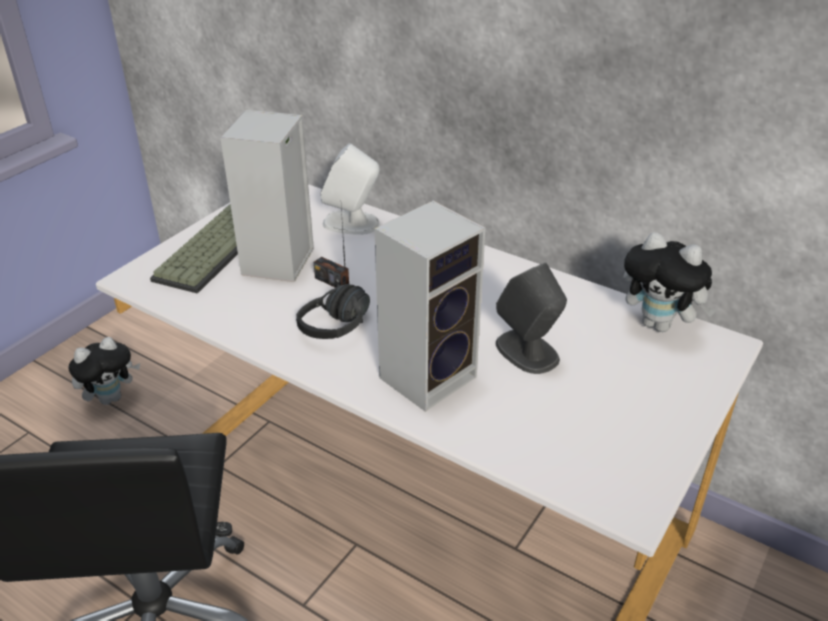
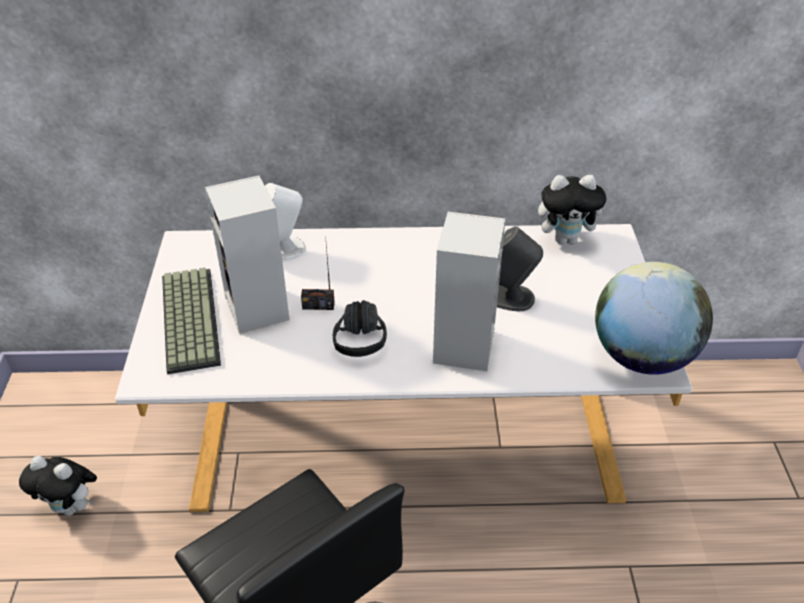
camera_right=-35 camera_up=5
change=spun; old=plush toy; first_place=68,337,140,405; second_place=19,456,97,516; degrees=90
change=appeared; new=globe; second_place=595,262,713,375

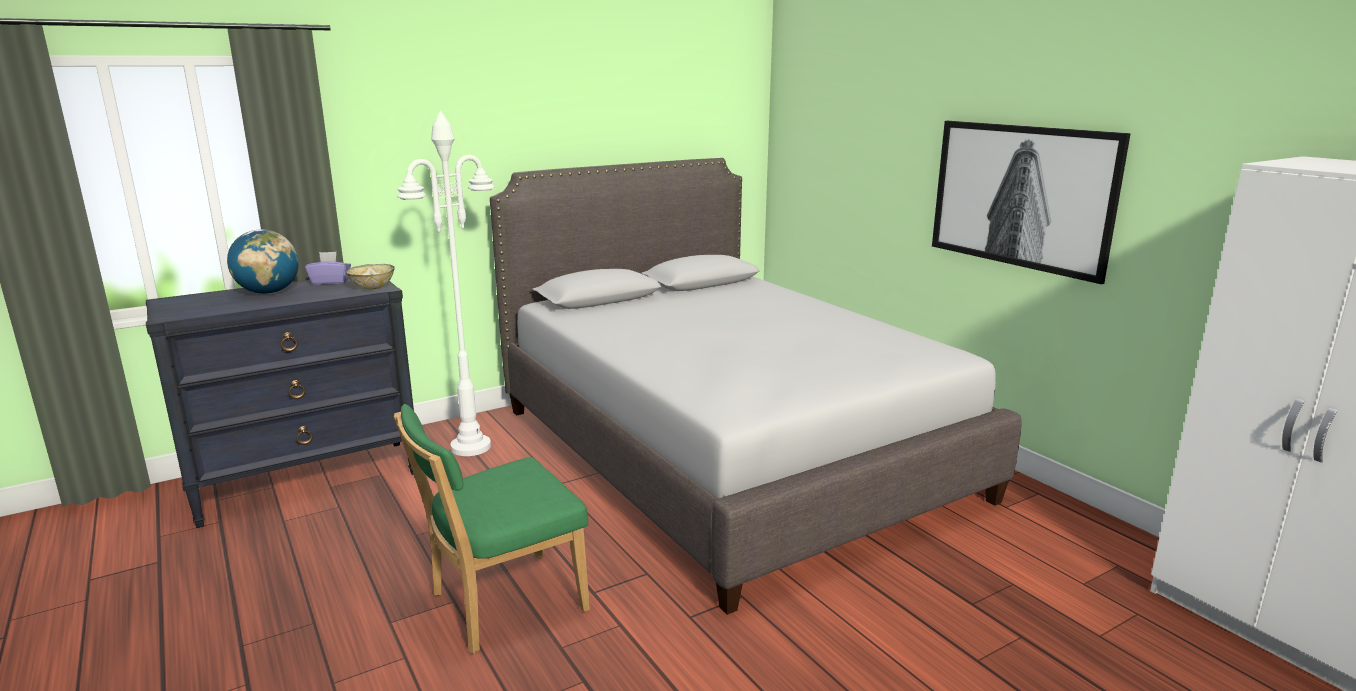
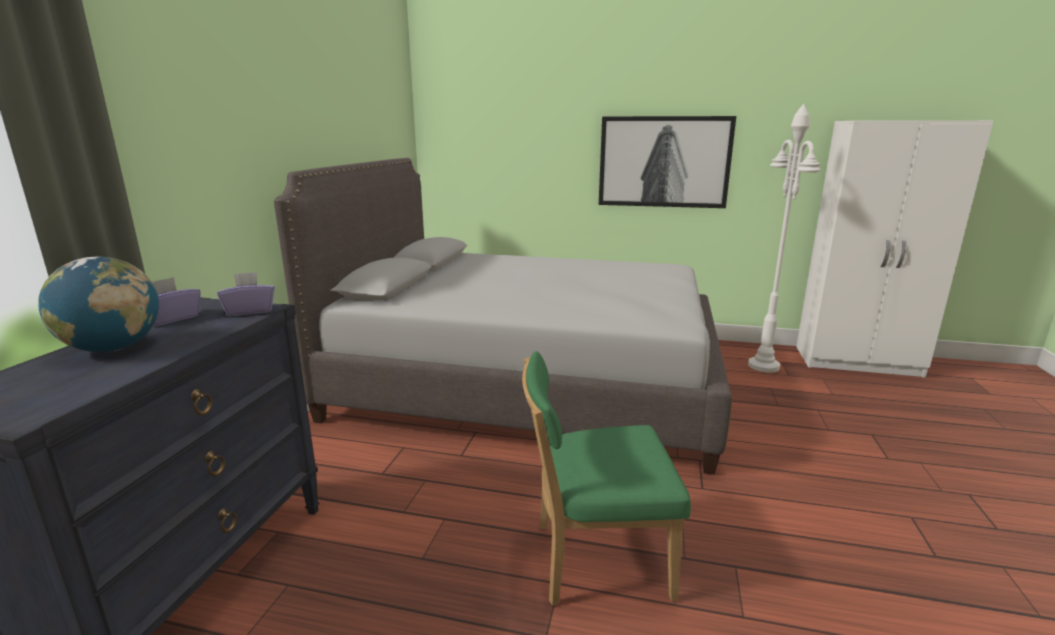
camera_right=-45 camera_up=0
change=relocated; old=floor lamp (white); first_place=397,111,495,456; second_place=748,104,821,373
change=exchanged; old=bowl; new=tissue box (purple); first_place=345,264,395,290; second_place=217,272,275,316
change=spun; old=chair (green); first_place=394,404,590,654; second_place=522,351,691,606; degrees=75

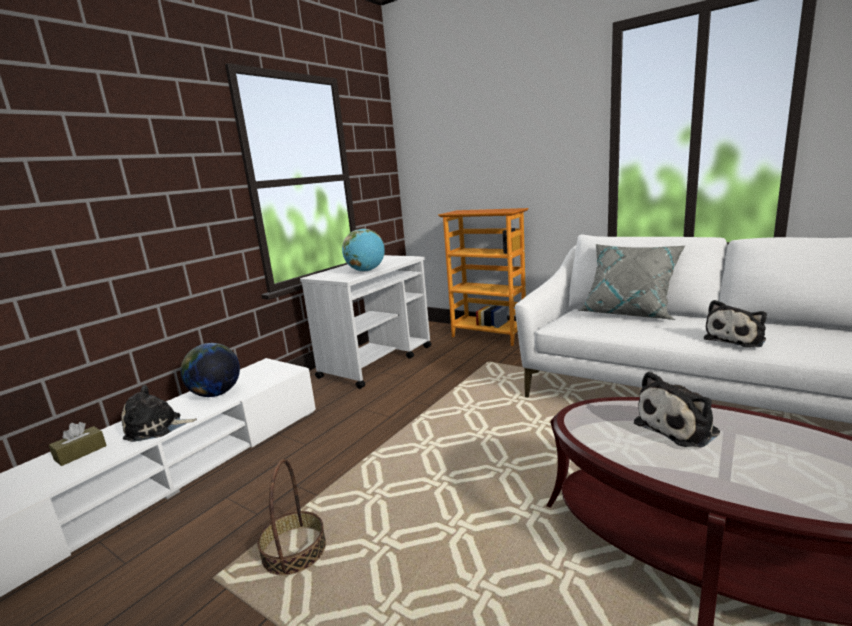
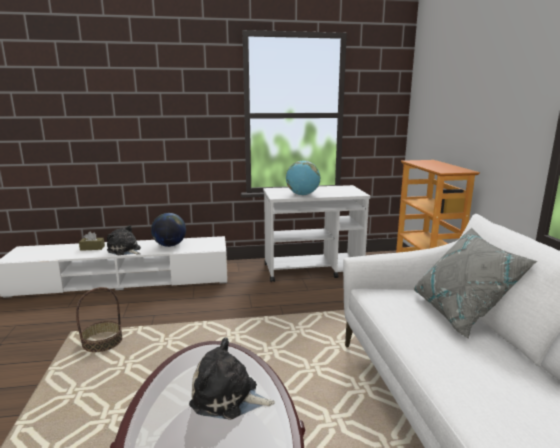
camera_right=45 camera_up=0
change=missing; old=plush toy; first_place=704,300,767,348

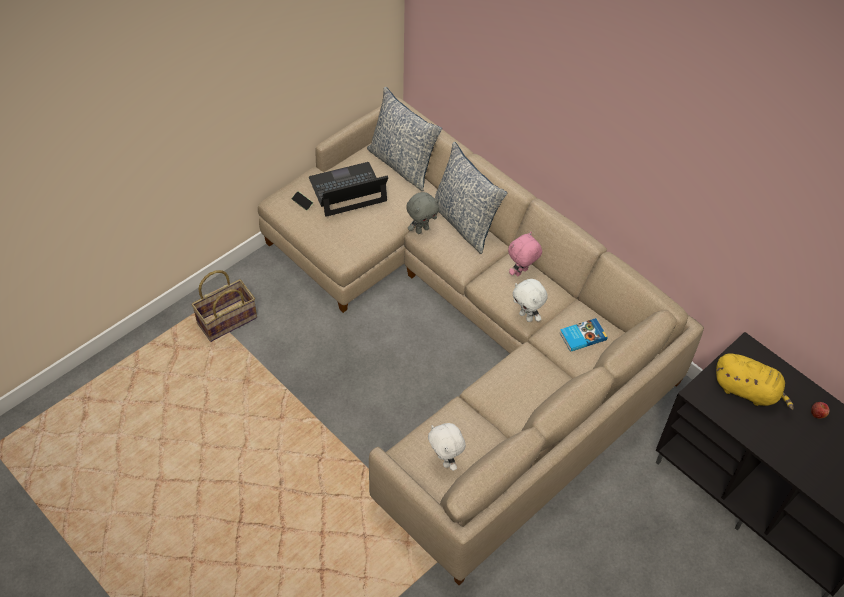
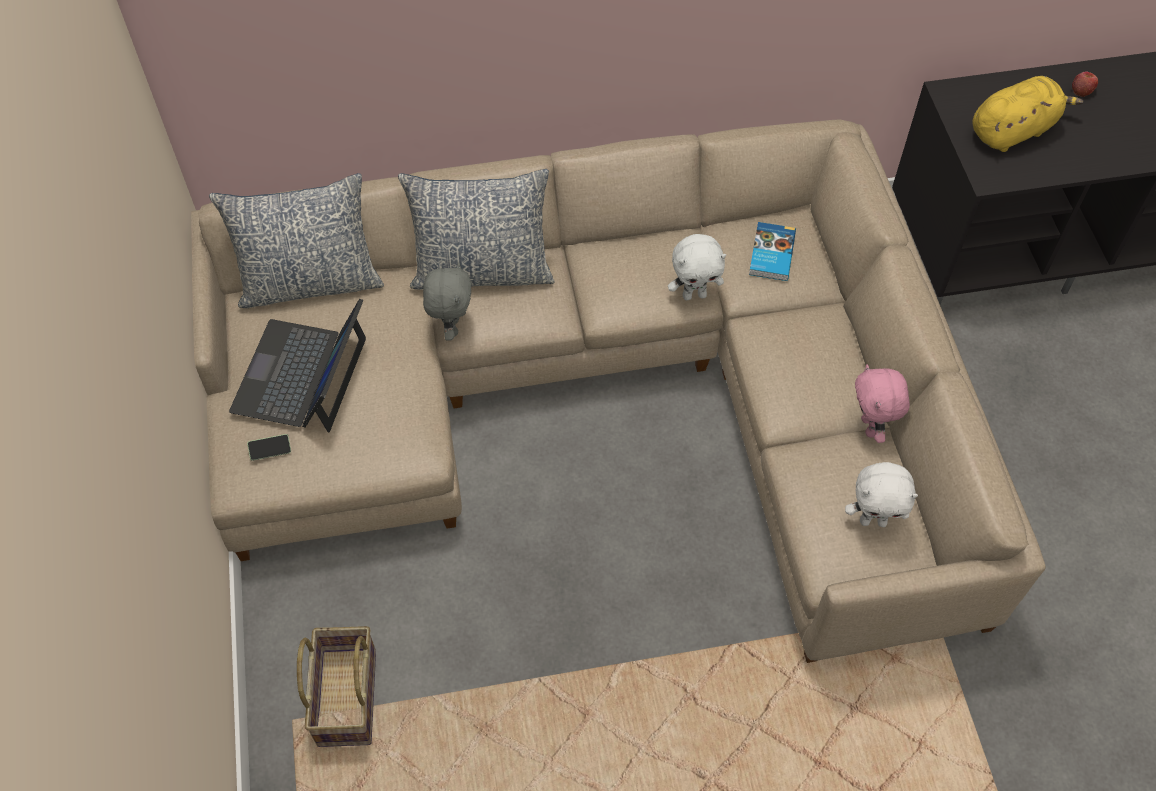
camera_right=-55 camera_up=5
change=relocated; old=plush toy (pink); first_place=508,232,542,276; second_place=855,364,910,443

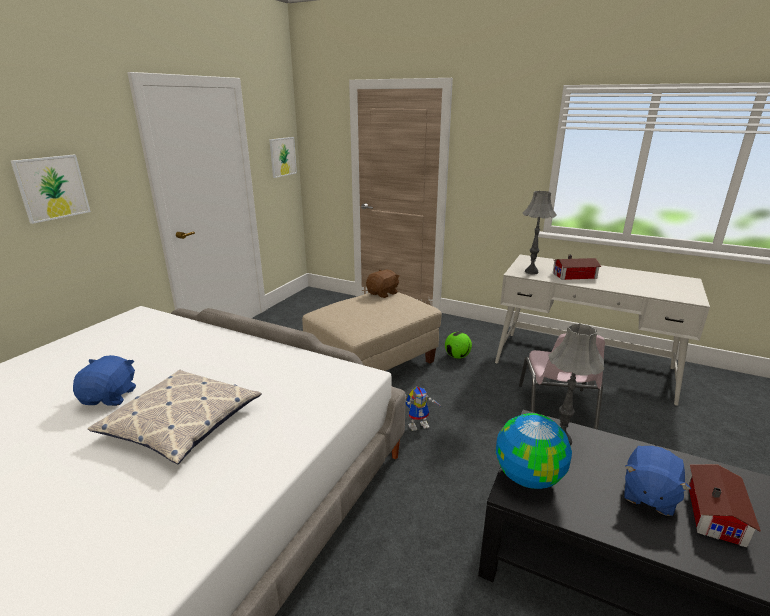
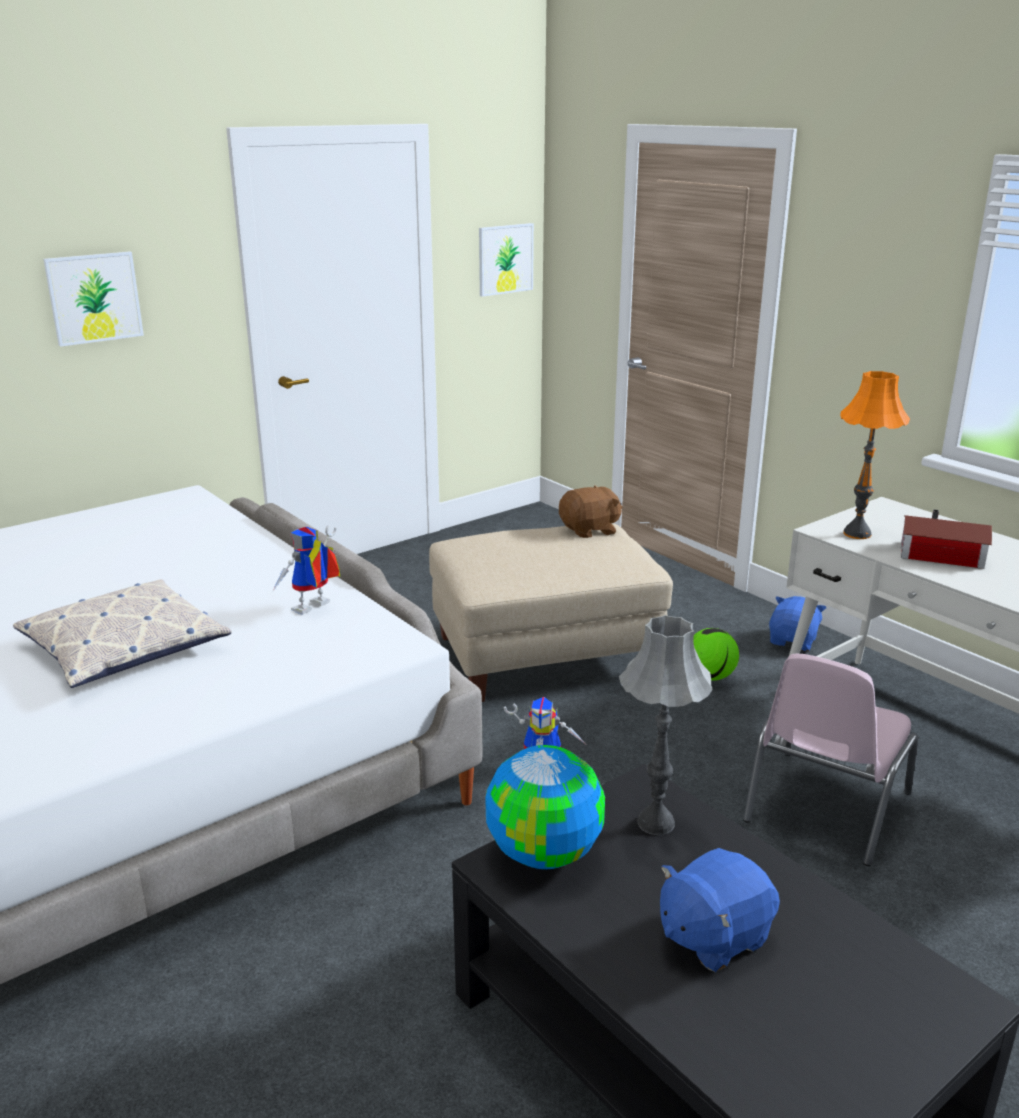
camera_right=25 camera_up=0
change=colour; old=table lamp (grey); new=table lamp (orange); first_place=523,191,557,275; second_place=840,371,910,539
change=relocated; old=plush toy (blue); first_place=73,355,136,406; second_place=769,596,826,651
change=missing; old=toy house; first_place=688,464,761,548
change=appeared; new=toy robot; second_place=272,525,341,615

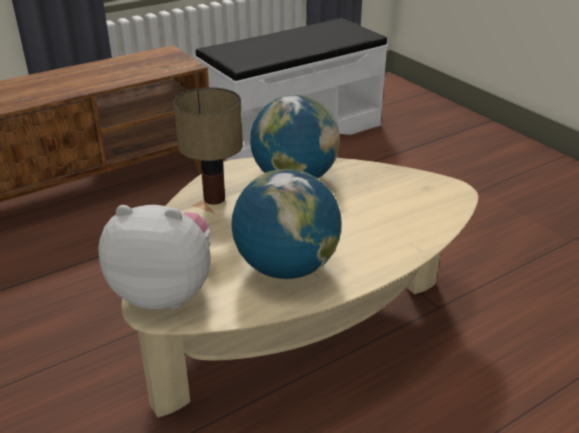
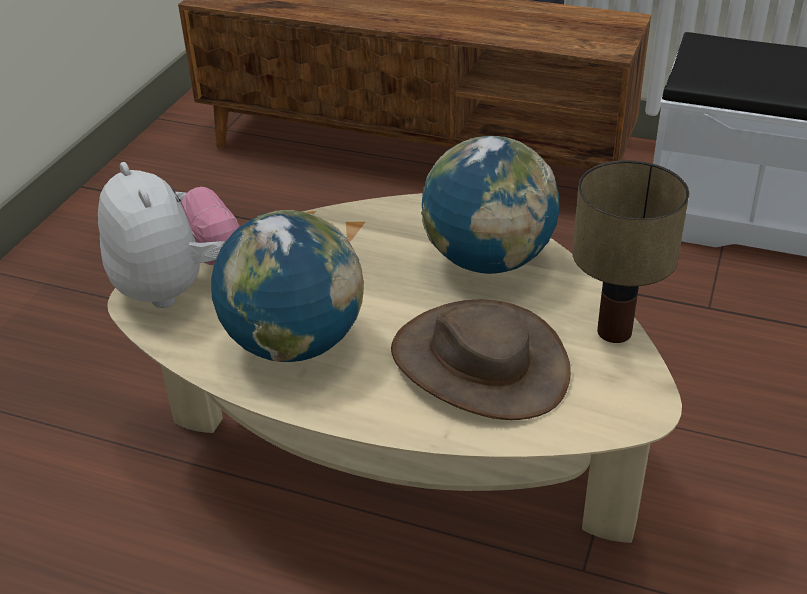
camera_right=55 camera_up=5
change=relocated; old=table lamp; first_place=173,87,243,205; second_place=572,160,689,343
change=appeared; new=hat (brown); second_place=391,300,571,420

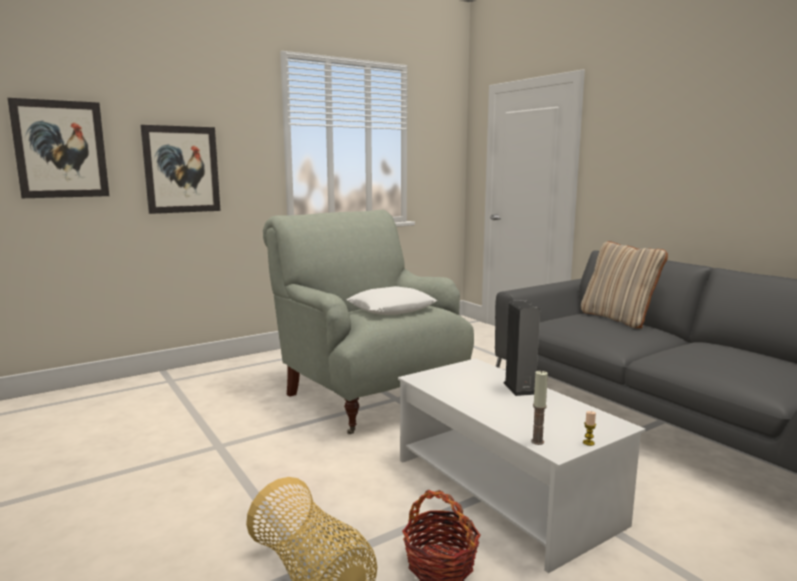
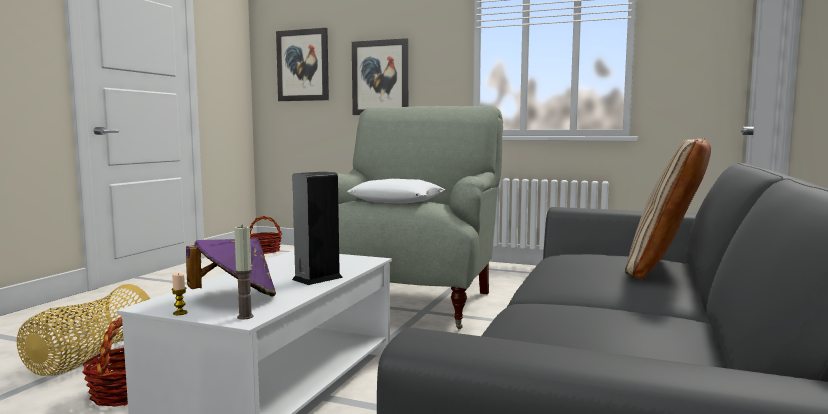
camera_right=55 camera_up=-5
change=relocated; old=candle; first_place=531,370,548,445; second_place=234,224,254,320
change=appeared; new=basket; second_place=250,216,282,254
change=appeared; new=hat (purple); second_place=186,238,276,297

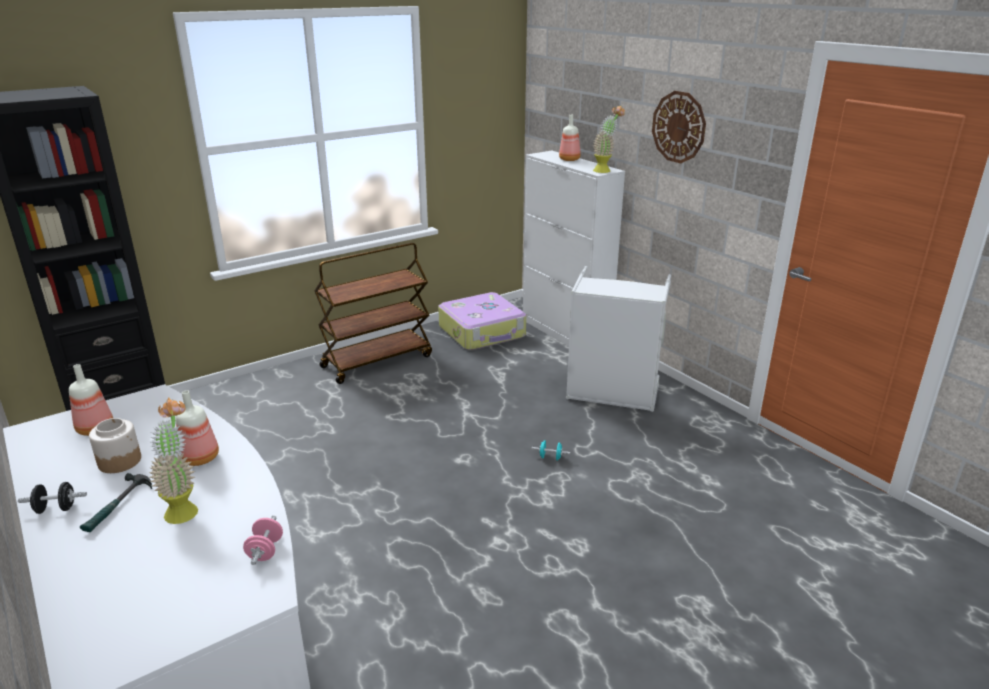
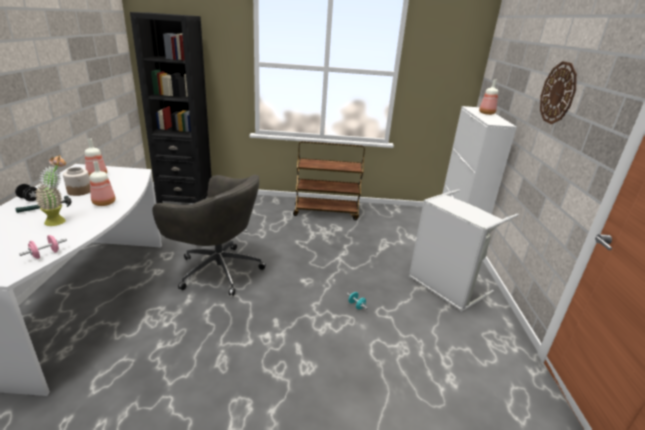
camera_right=35 camera_up=0
change=missing; old=potted plant; first_place=593,105,625,173
change=missing; old=suitcase; first_place=438,292,526,350
change=appeared; new=office chair (grey); second_place=152,174,266,296

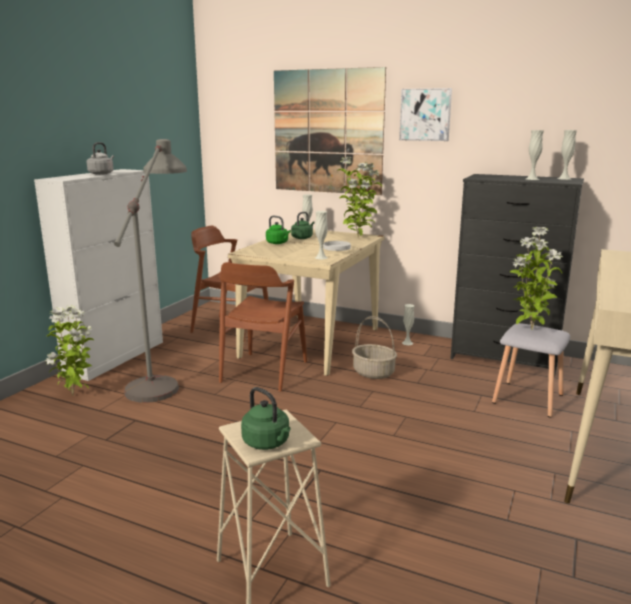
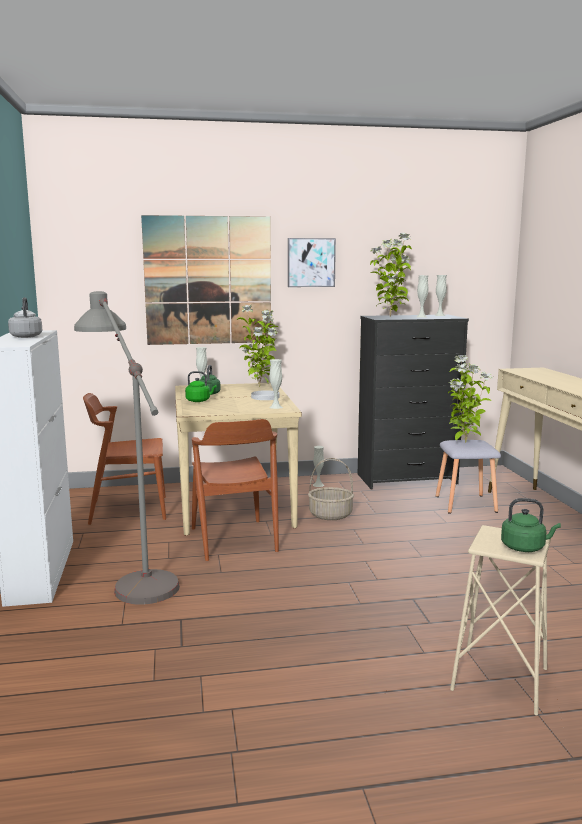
camera_right=-35 camera_up=-5
change=relocated; old=potted plant; first_place=46,306,94,396; second_place=370,233,412,317

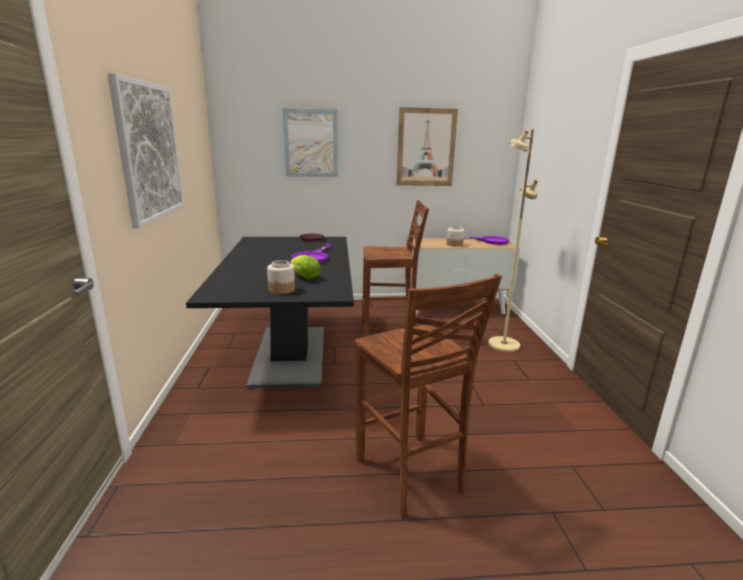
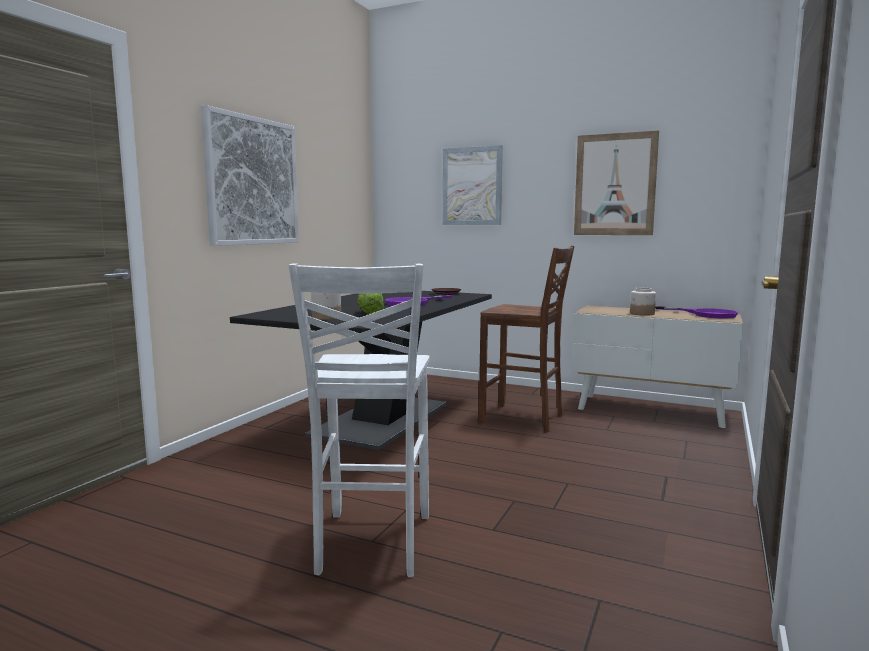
camera_right=30 camera_up=-10
change=missing; old=floor lamp (beige); first_place=488,129,538,352
change=colour; old=stool (brown); new=stool (white); first_place=355,274,502,519; second_place=289,263,430,577

